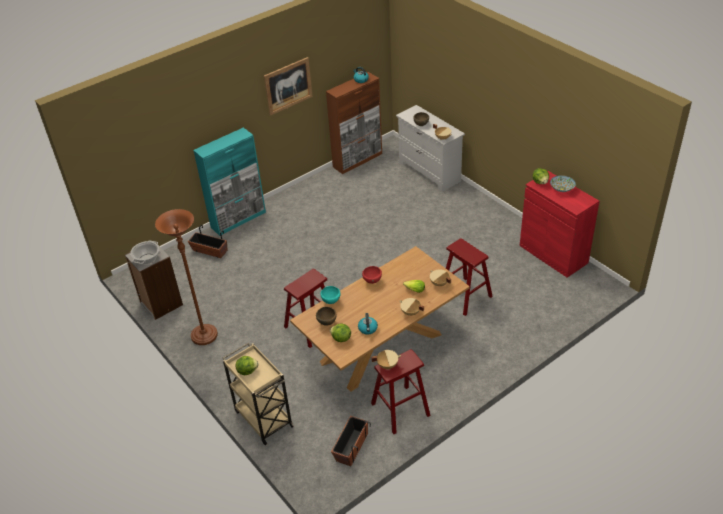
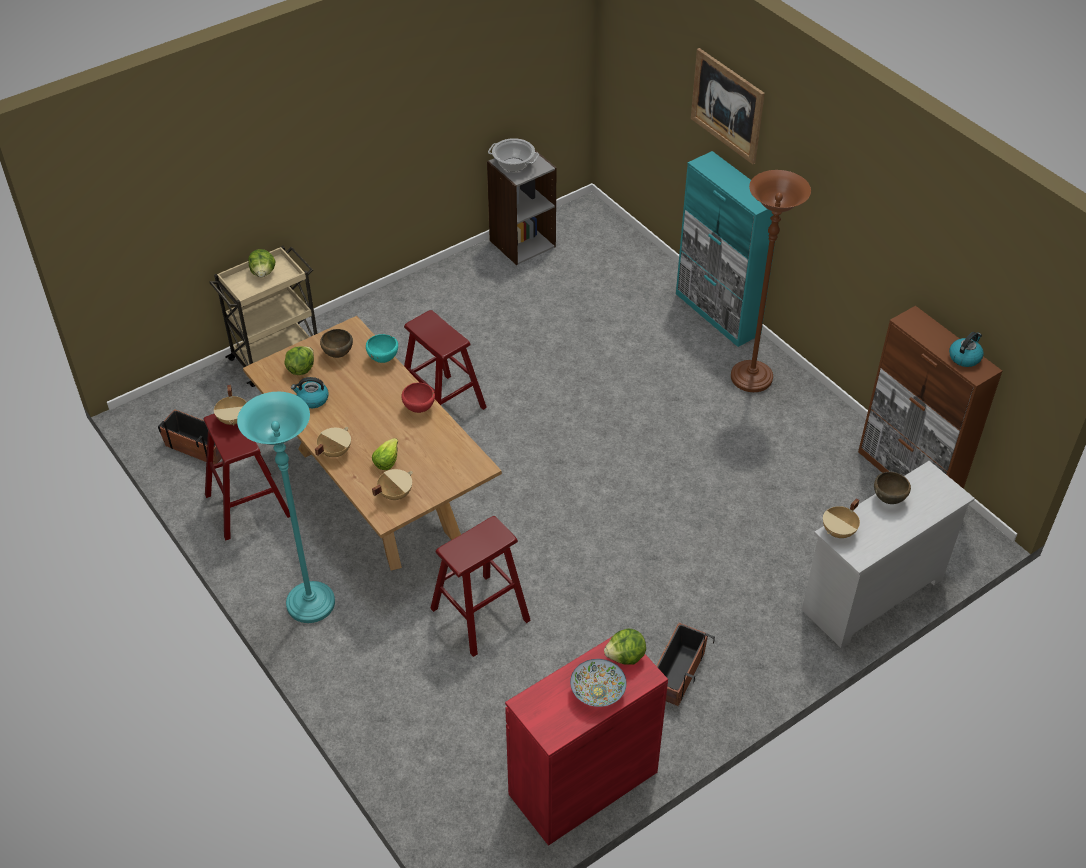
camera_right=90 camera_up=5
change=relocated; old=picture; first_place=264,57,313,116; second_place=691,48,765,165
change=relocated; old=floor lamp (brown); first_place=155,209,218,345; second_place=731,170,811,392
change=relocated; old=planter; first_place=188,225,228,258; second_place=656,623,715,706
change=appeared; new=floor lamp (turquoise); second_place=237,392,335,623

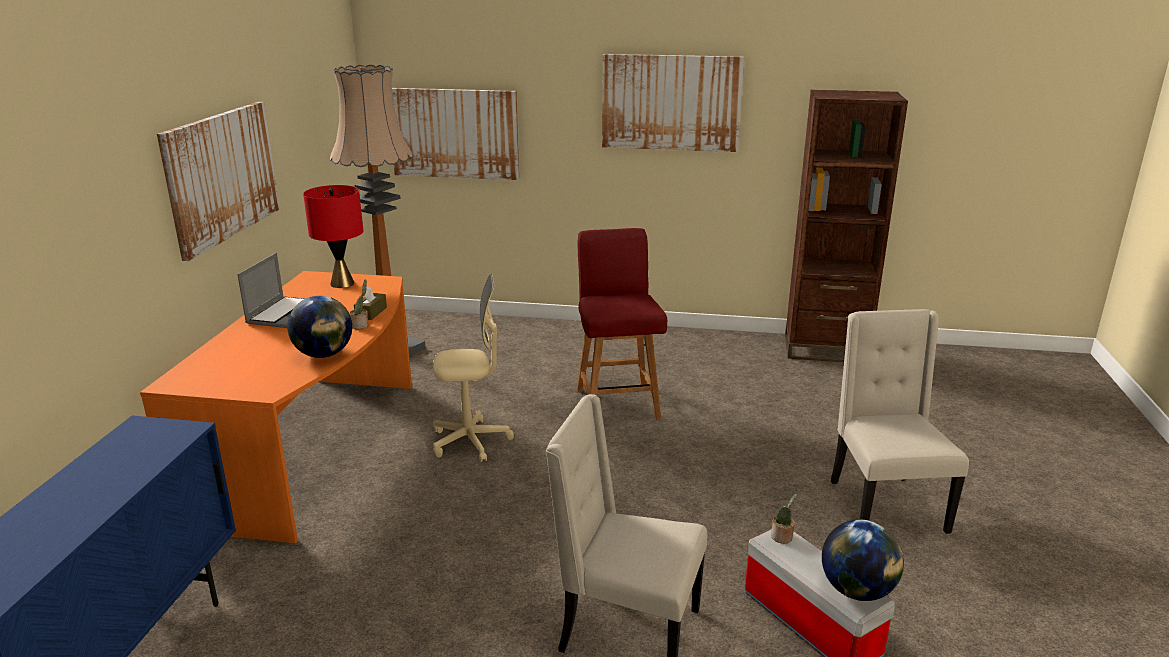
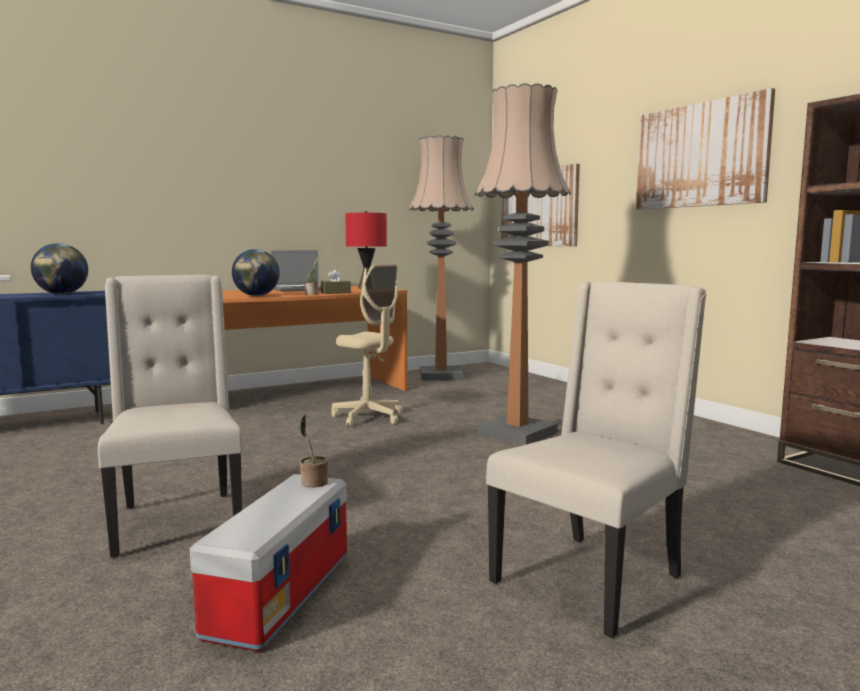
camera_right=50 camera_up=-15
change=missing; old=picture; first_place=157,102,280,261
change=exchanged; old=chair (red); new=floor lamp; first_place=577,228,667,420; second_place=475,83,571,445
change=relocated; old=globe; first_place=822,520,904,601; second_place=31,243,88,294

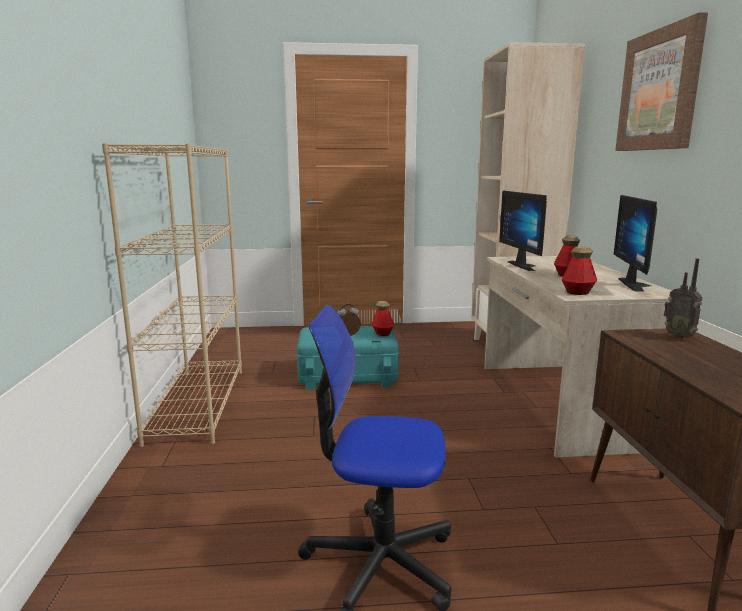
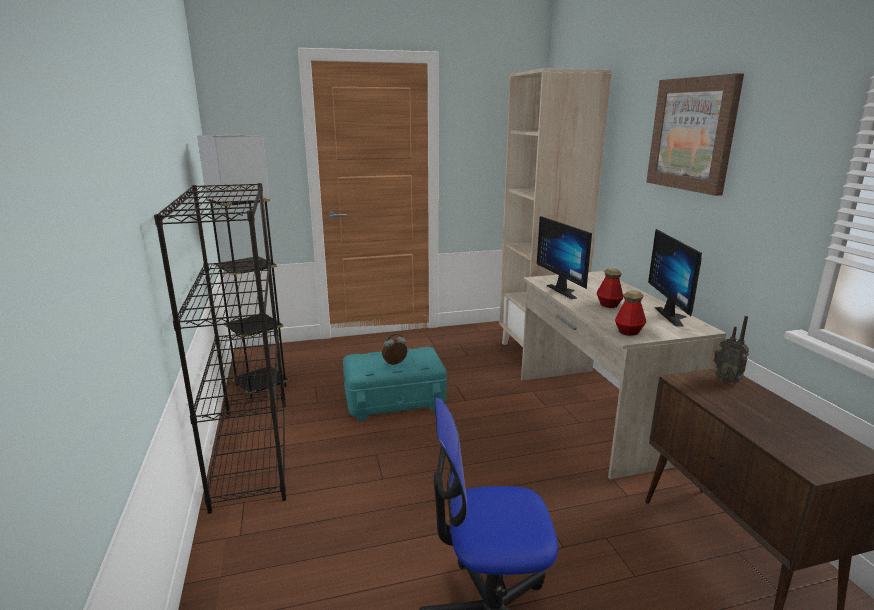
camera_right=-10 camera_up=5
change=colour; old=bookcase (beige); new=bookcase (black); first_place=102,143,242,447; second_place=154,183,286,514
change=missing; old=bottle; first_place=372,301,394,336
change=appeared; new=floor lamp (grey); second_place=197,134,289,398

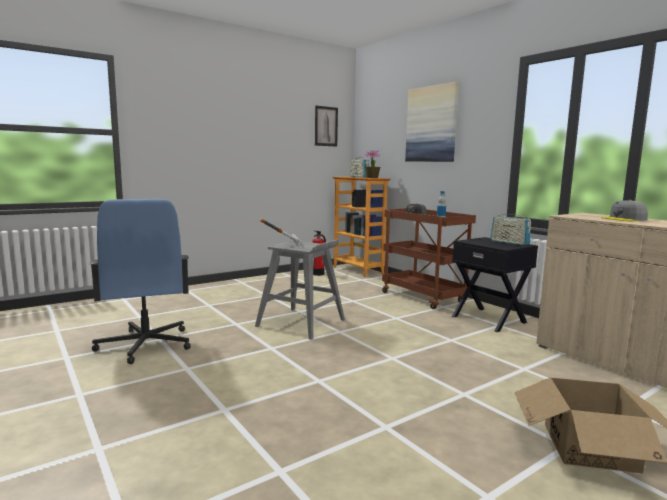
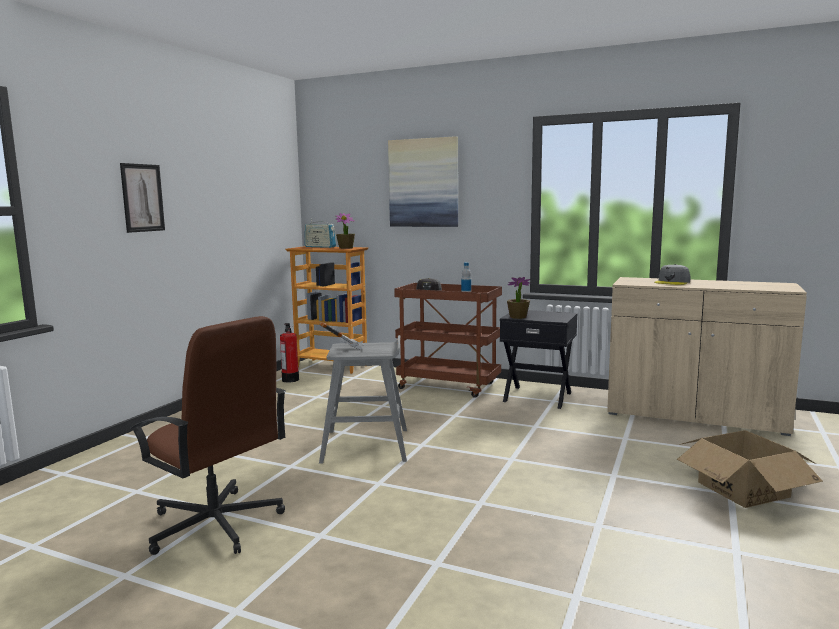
camera_right=-30 camera_up=0
change=relocated; old=picture; first_place=315,106,338,147; second_place=120,163,165,233
change=colour; old=office chair (blue); new=office chair (brown); first_place=89,199,191,364; second_place=130,316,286,555
change=missing; old=radio; first_place=490,210,531,246
change=appeared; new=potted plant; second_place=507,277,531,319

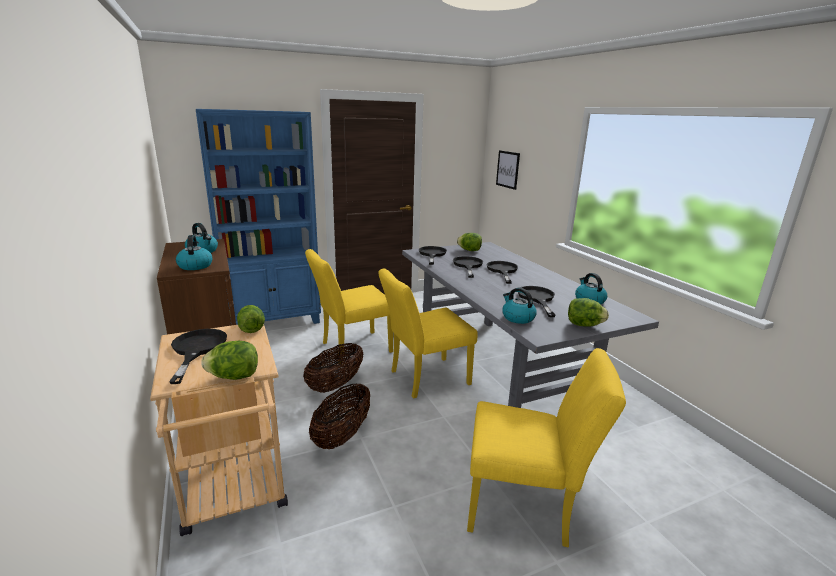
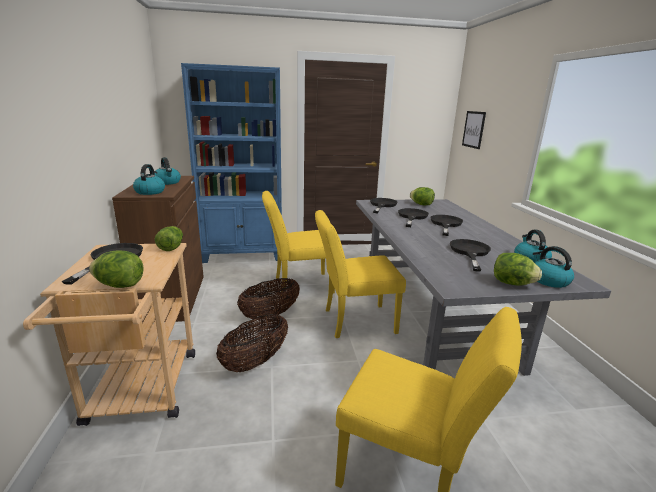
camera_right=15 camera_up=0
change=relocated; old=kettle; first_place=502,288,537,324; second_place=533,246,574,288

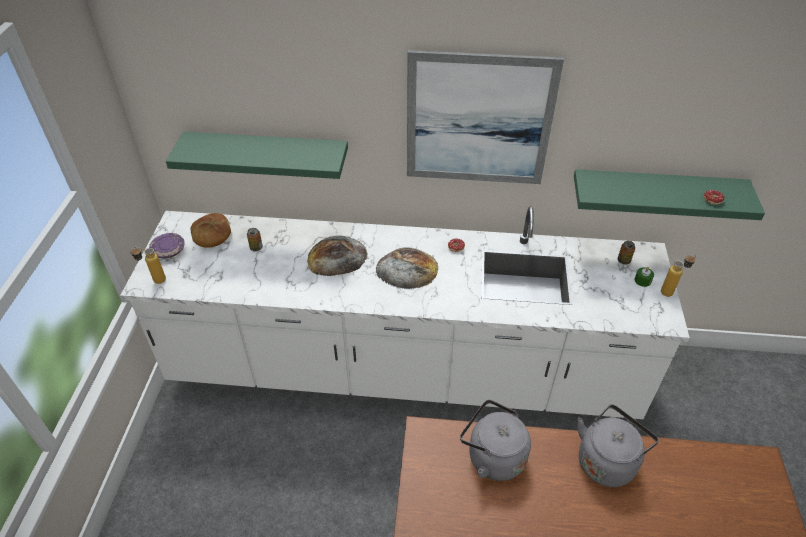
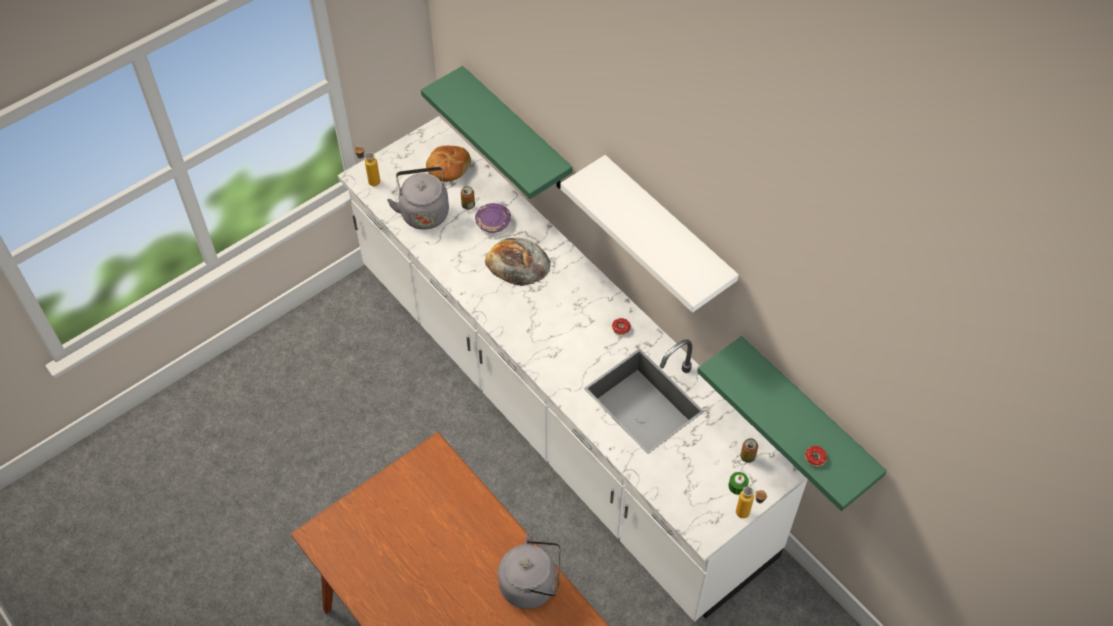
camera_right=45 camera_up=10
change=exchanged; old=picture; new=shelf (white); first_place=407,50,564,184; second_place=561,155,739,313
change=relocated; old=plate (purple); first_place=149,233,185,258; second_place=475,203,511,233
change=missing; old=bread; first_place=376,247,438,289
change=relocated; old=kettle (grey); first_place=460,400,531,481; second_place=387,167,449,230

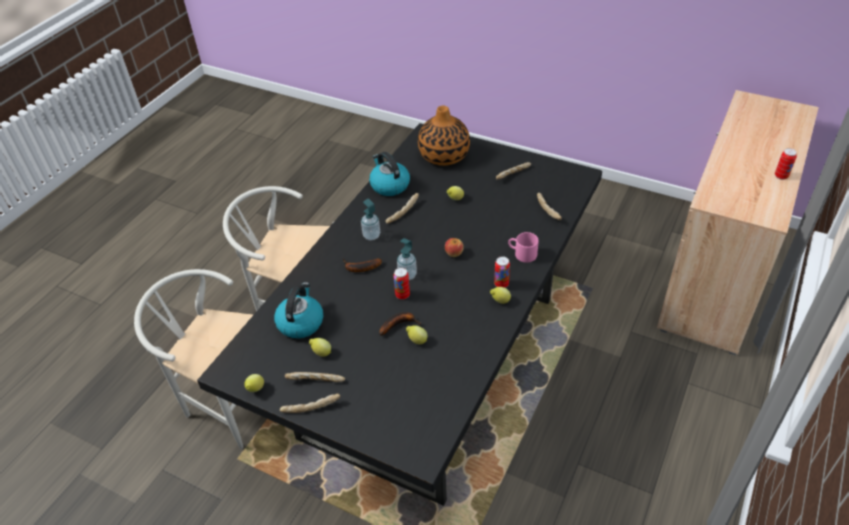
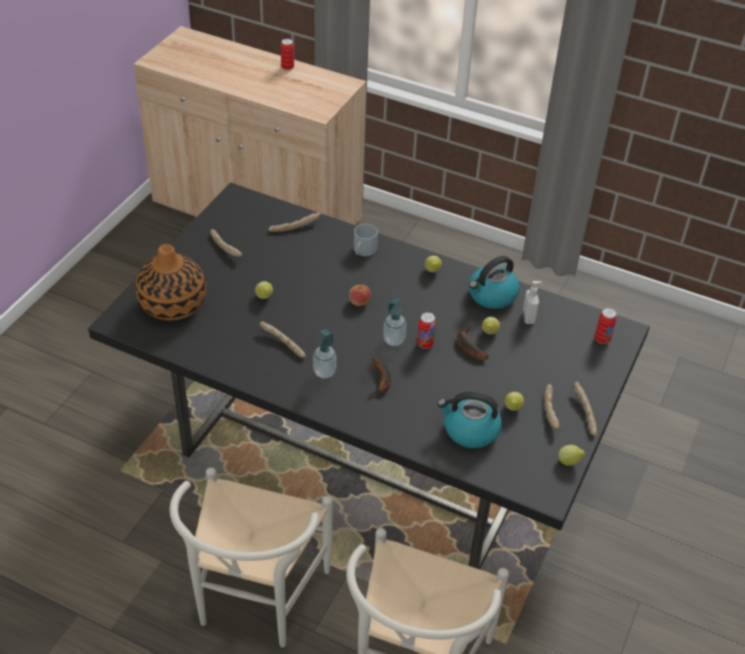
camera_right=-95 camera_up=0
change=relocated; old=kettle; first_place=369,152,410,196; second_place=469,256,520,309
change=colour; old=mug (pink); new=mug (grey); first_place=508,232,539,263; second_place=354,224,378,256
change=relocated; old=can; first_place=494,256,510,288; second_place=595,308,617,344
change=appeared; new=soap dispenser; second_place=522,281,542,324

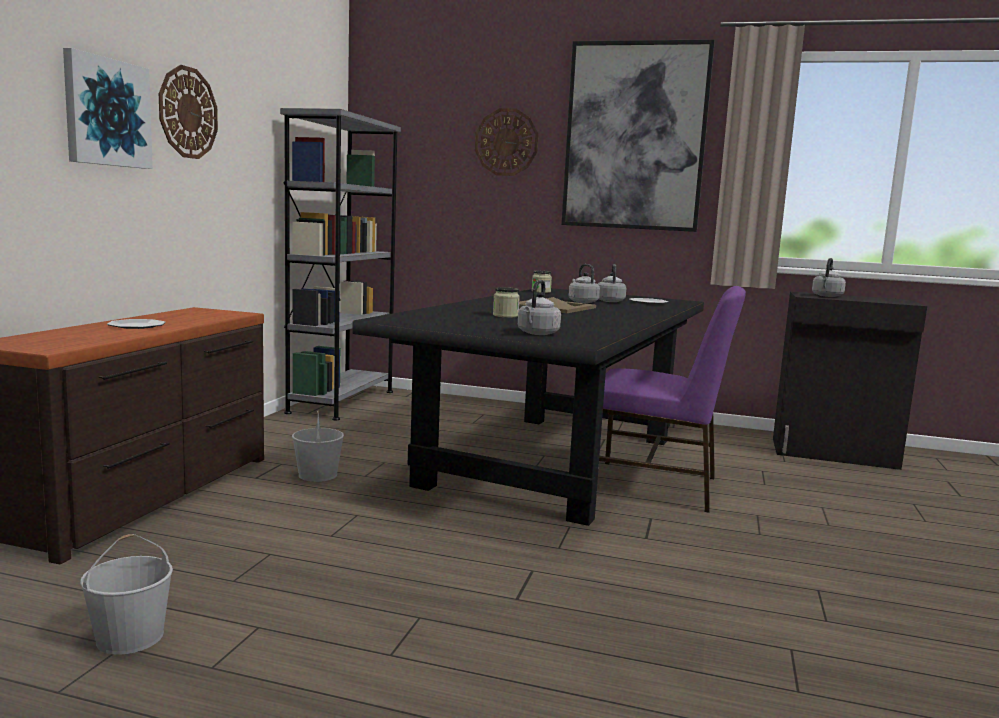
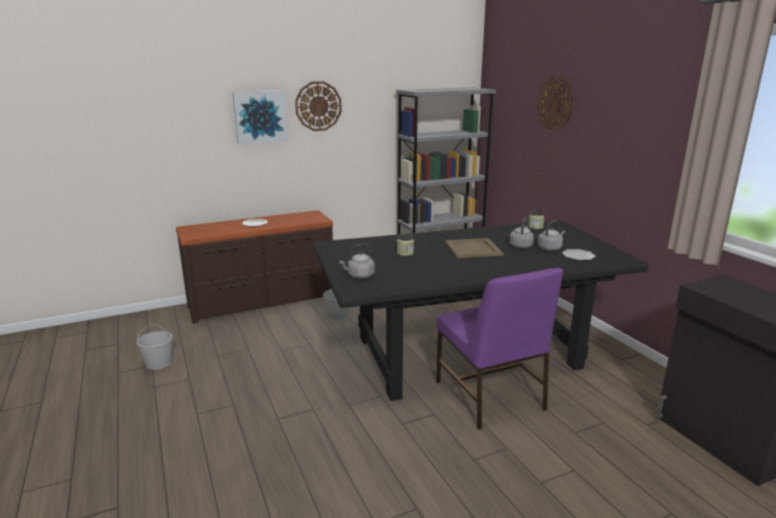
camera_right=50 camera_up=10
change=missing; old=picture; first_place=561,39,715,232
change=missing; old=kettle (grey); first_place=812,258,846,297

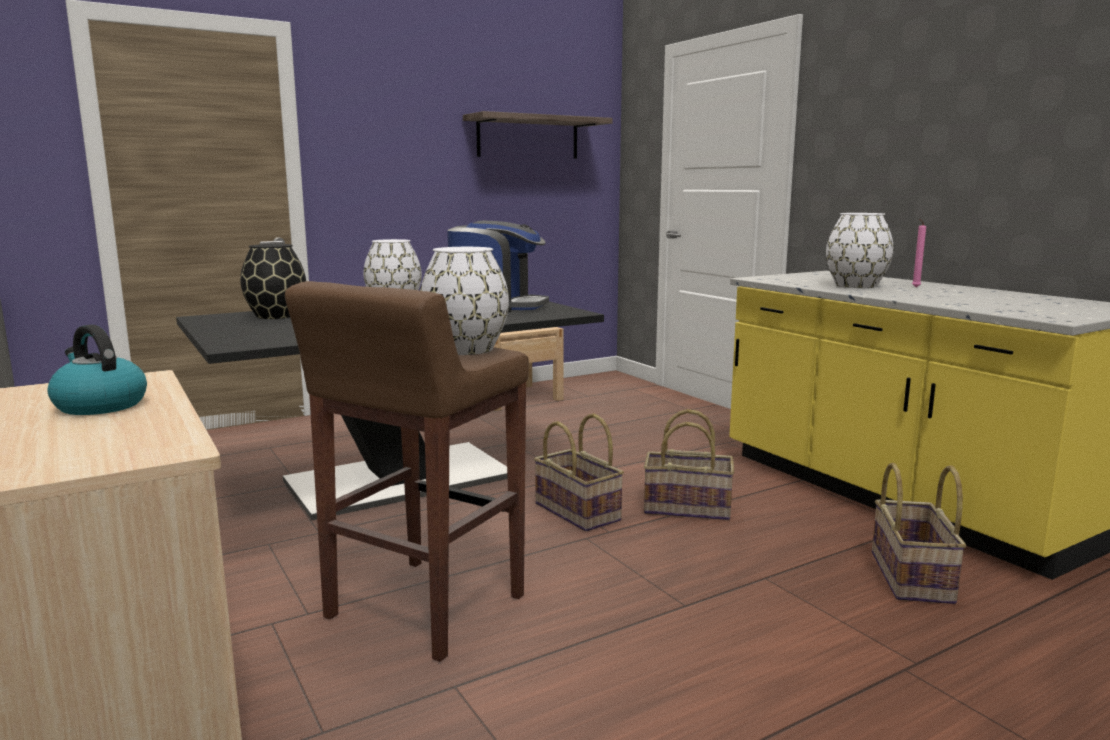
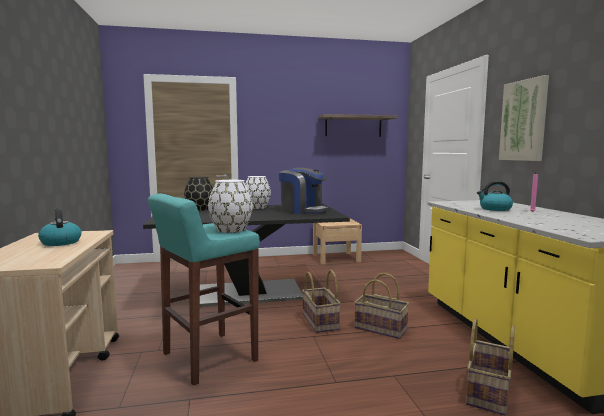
camera_right=20 camera_up=-5
change=exchanged; old=vase (white); new=kettle; first_place=826,213,894,288; second_place=477,181,513,211
change=colour; old=stool (brown); new=stool (turquoise); first_place=285,281,529,662; second_place=148,193,260,386
change=appeared; new=picture; second_place=499,75,549,161

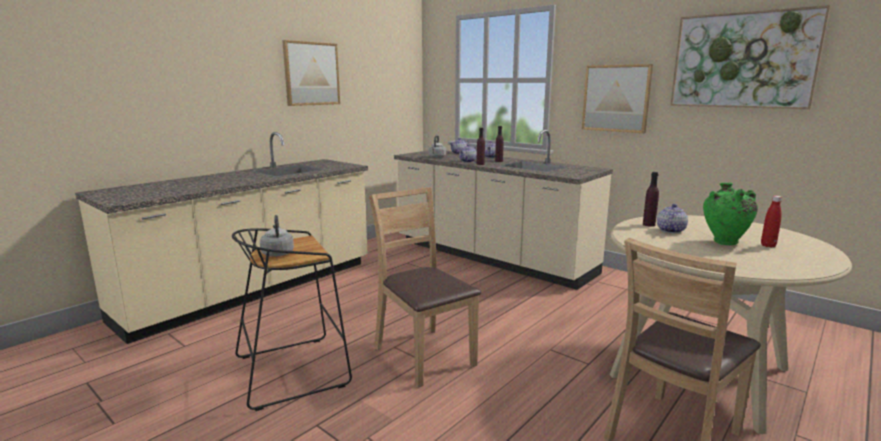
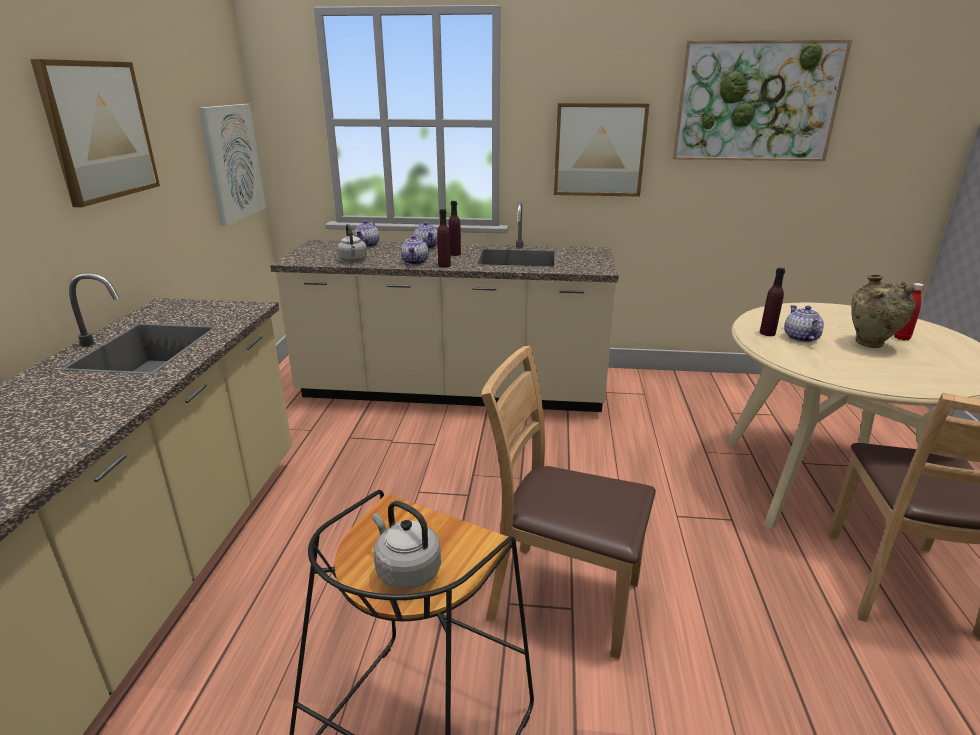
camera_right=-35 camera_up=10
change=colour; old=vase (green); new=vase (beige); first_place=703,182,758,245; second_place=851,275,916,348
change=appeared; new=picture; second_place=199,104,266,226

